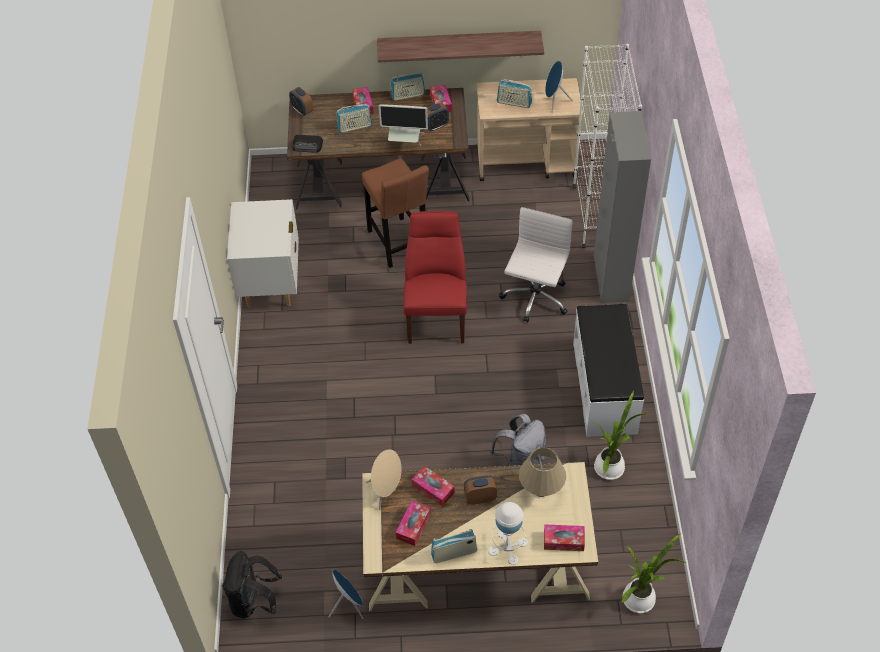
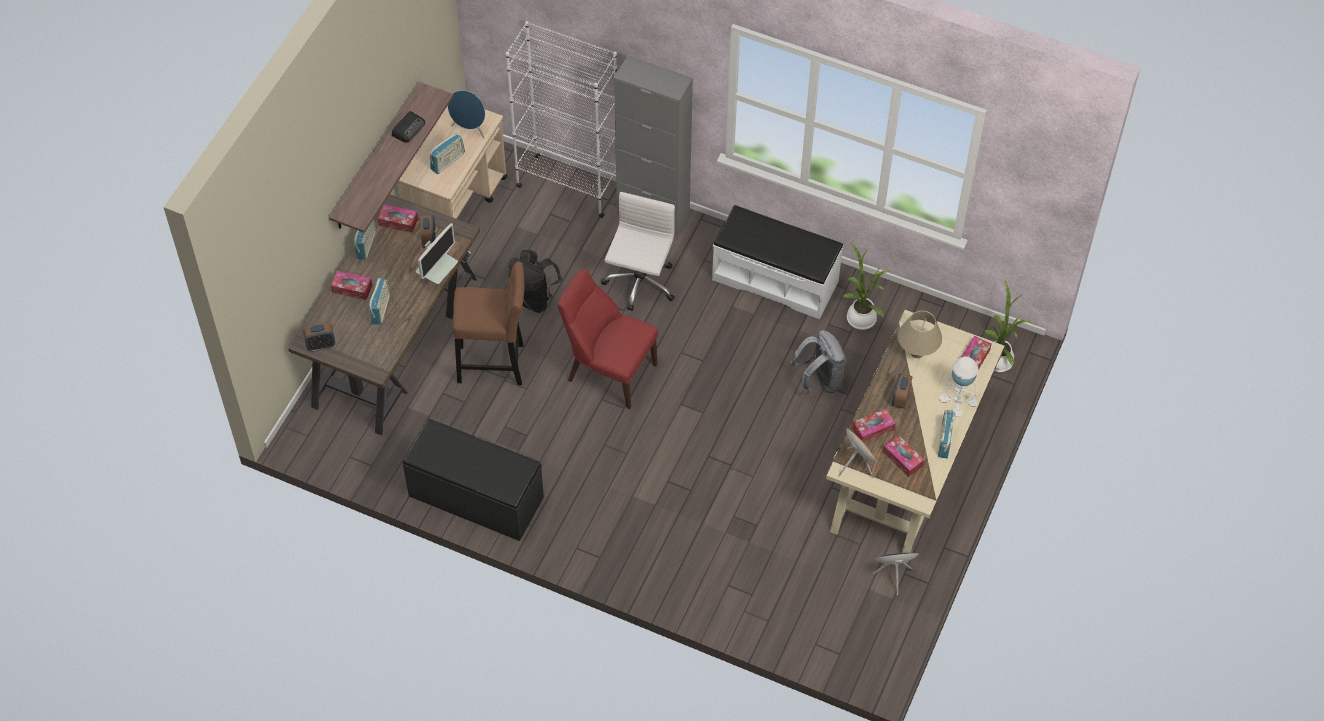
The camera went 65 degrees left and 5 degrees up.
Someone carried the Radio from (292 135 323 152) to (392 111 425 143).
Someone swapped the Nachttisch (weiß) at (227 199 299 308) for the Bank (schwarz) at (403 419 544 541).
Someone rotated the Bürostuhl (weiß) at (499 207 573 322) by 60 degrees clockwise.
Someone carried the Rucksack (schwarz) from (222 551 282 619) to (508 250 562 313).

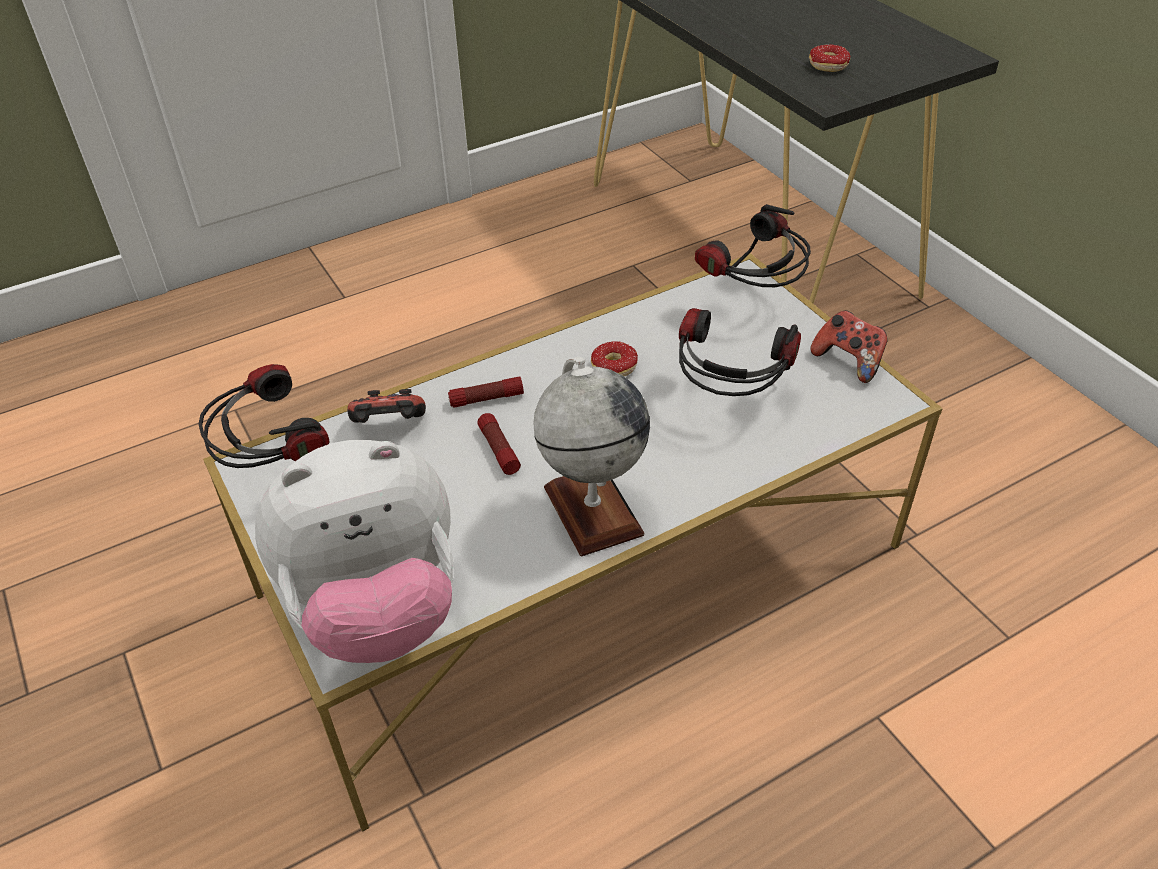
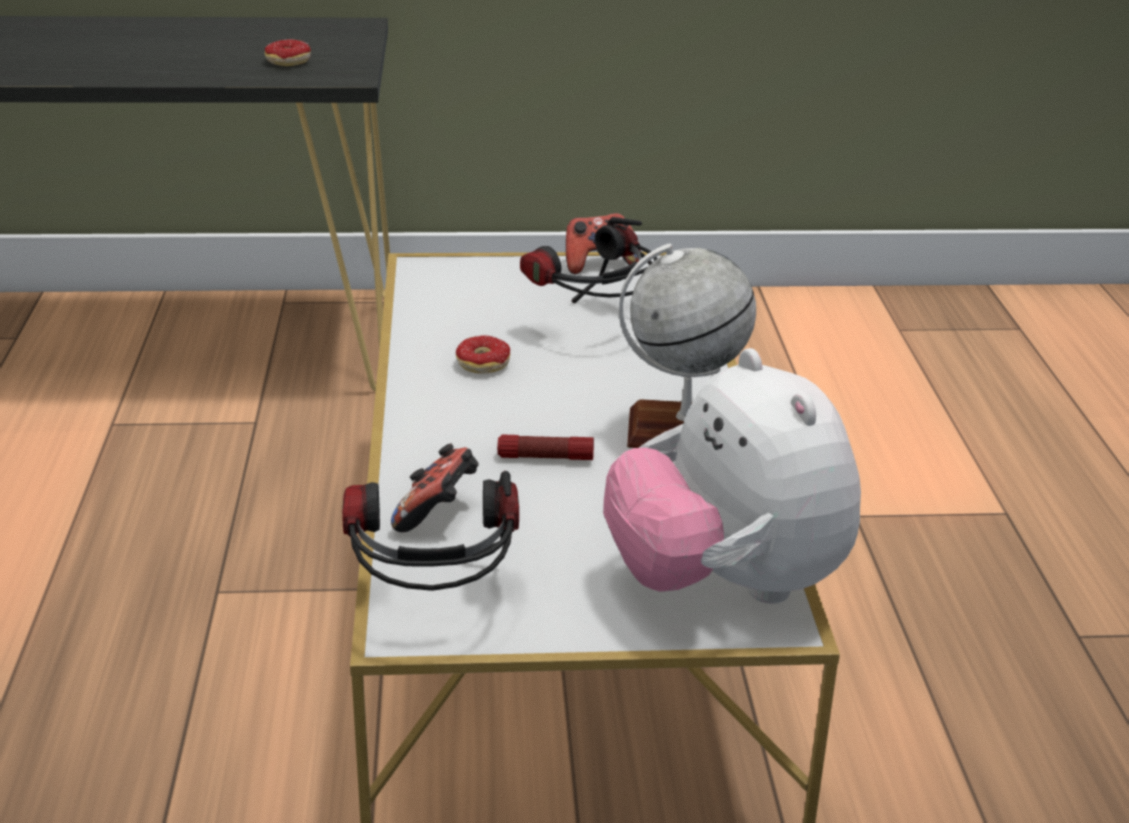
The camera went 65 degrees left and 15 degrees down.
Someone took away the Kopfhörer at (695 204 811 287).
Someone took away the Taschenlampe at (448 376 524 408).
Someone rotated the Plüschtier at (255 440 453 663) by 150 degrees clockwise.

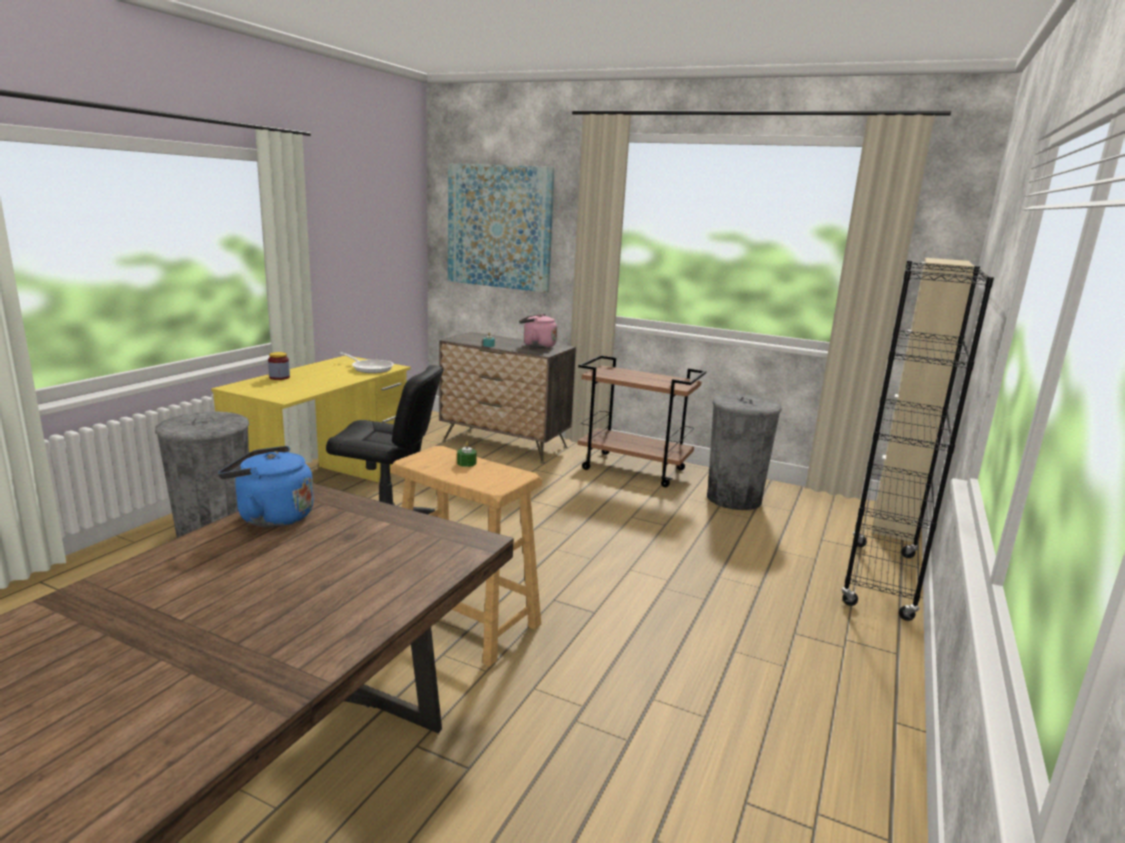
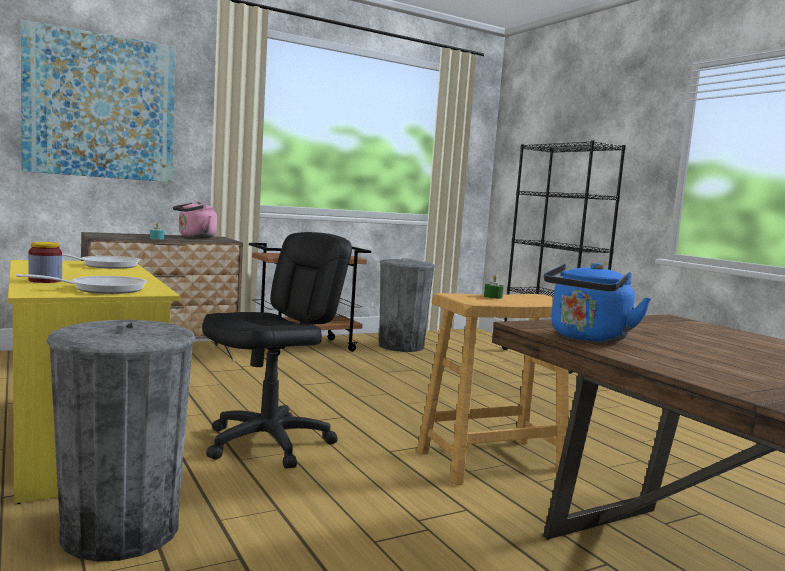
The camera went 55 degrees left and 10 degrees down.
Someone took away the Schrank (beige) at (872 258 974 542).
Someone put down the Pfanne at (16 274 147 294).

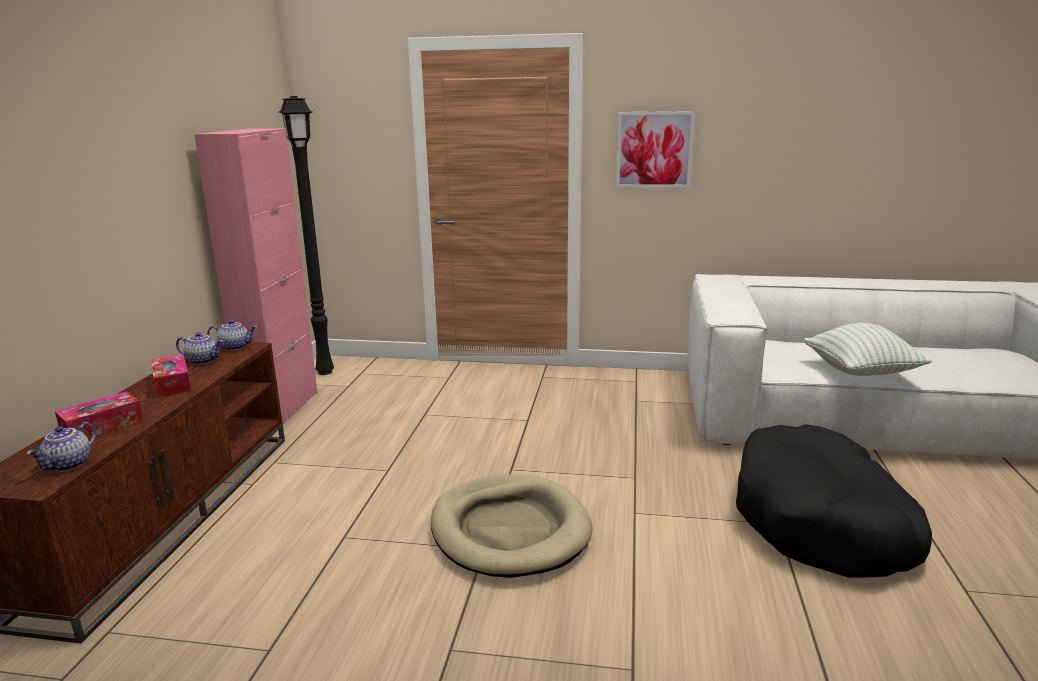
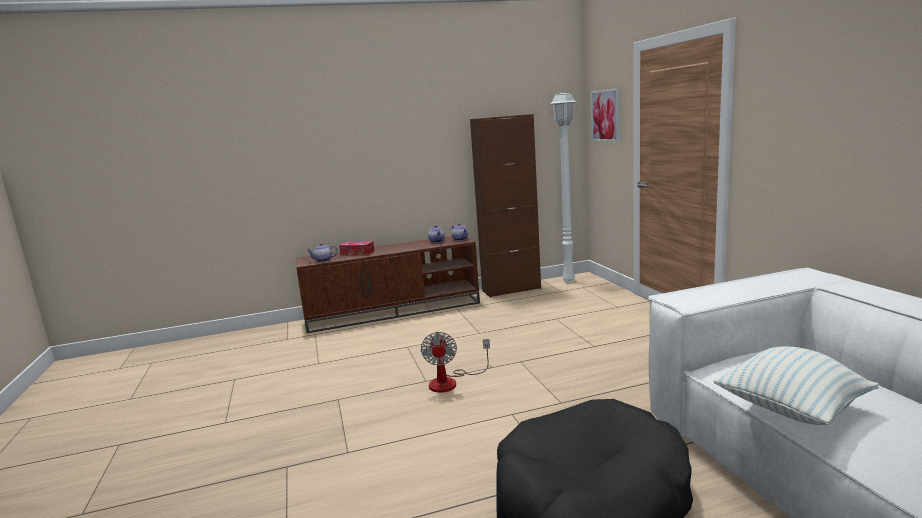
The camera went 65 degrees right and 5 degrees down.
Someone repainted the Stehlampe (schwarz) at (279 96 334 375), which became the Stehlampe (weiß) at (550 92 577 282).
Someone carried the Bild from (616 111 695 188) to (591 88 620 142).
Someone repainted the Schrank (rosa) at (194 128 317 424), which became the Schrank (braun) at (470 114 541 298).
Someone took away the Taschentuchbox at (151 354 191 397).
Someone swapped the Hundebett (beige) at (431 474 593 578) for the Ventilator at (421 332 490 393).

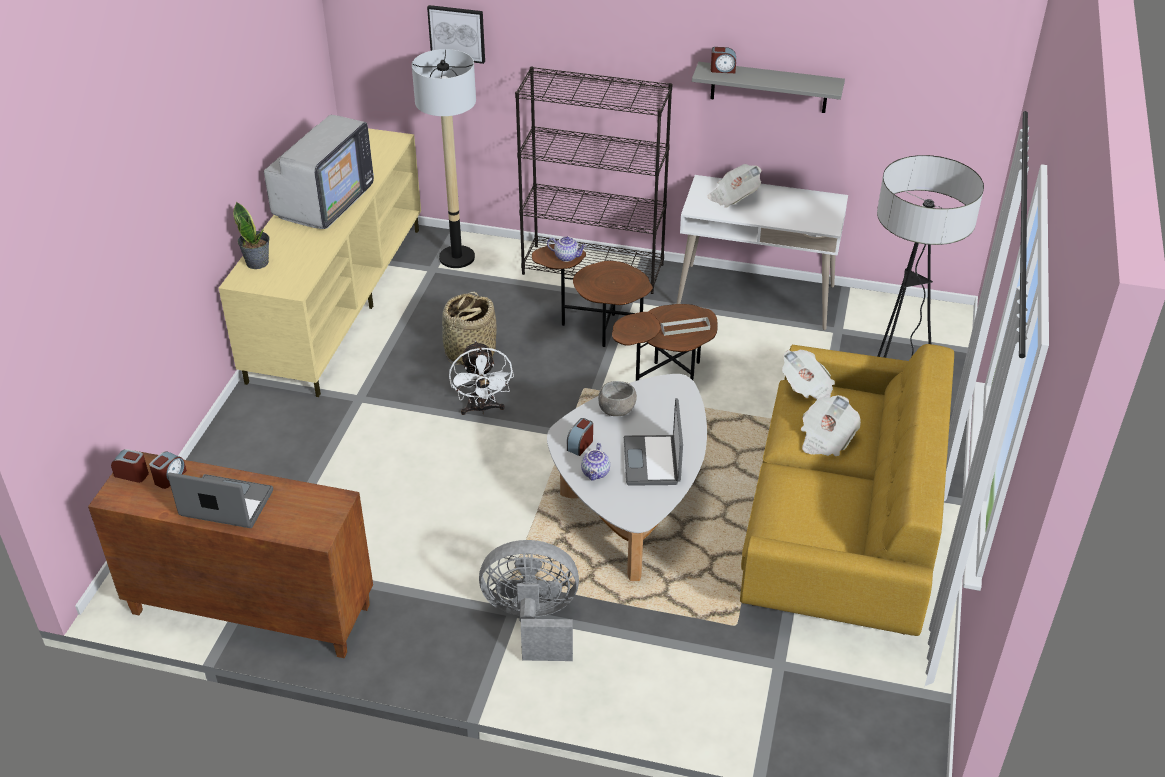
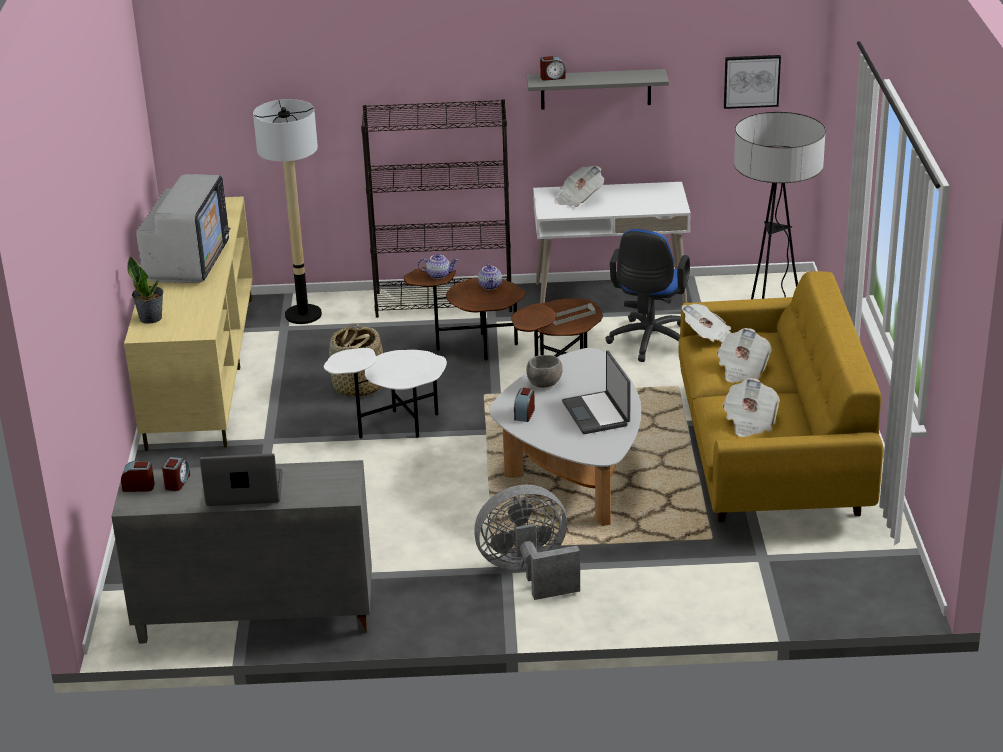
The camera went 15 degrees left and 10 degrees down.
Someone carried the Bild from (427 5 485 64) to (724 55 781 109).
Someone swapped the Ventilator (weiß) at (449 341 514 415) for the Beistelltisch (weiß) at (324 348 447 438).
Someone carried the Teekanne from (581 443 610 481) to (478 262 502 290).
Someone repainted the Schrank (braun) at (88 451 373 658), which became the Schrank (grau) at (111 460 372 644).
Someone put down the Bürostuhl (blau) at (605 229 690 362).
Someone put down the Zeitung at (723 378 780 437).

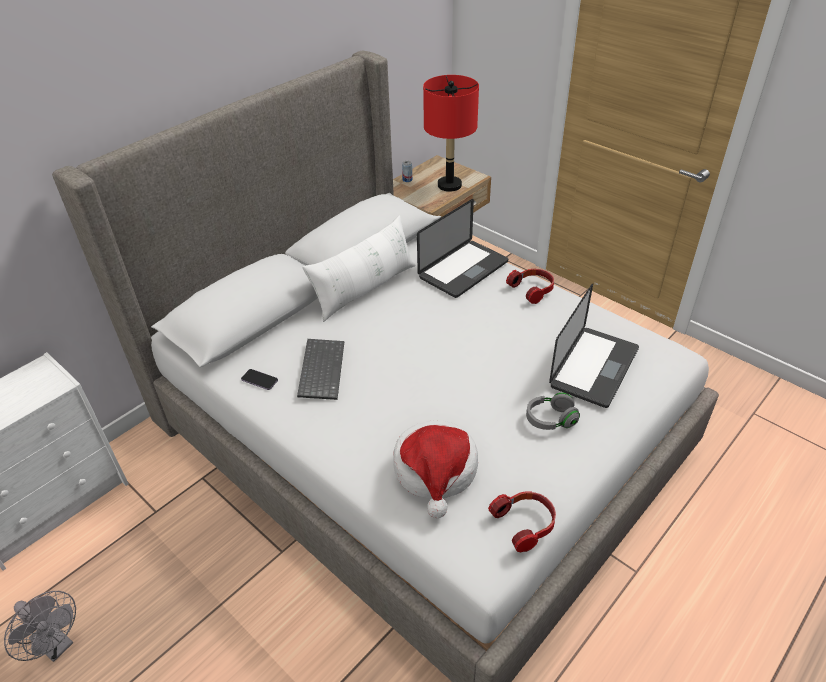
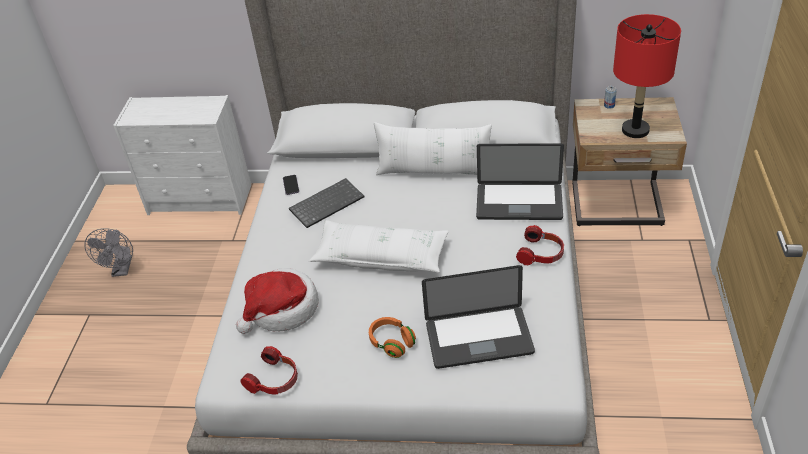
The camera went 55 degrees right and 0 degrees up.
Someone repainted the Kopfhörer (grau) at (526 393 580 430), which became the Kopfhörer (orange) at (369 317 416 358).
Someone put down the Kissen (weiß) at (309 220 449 273).

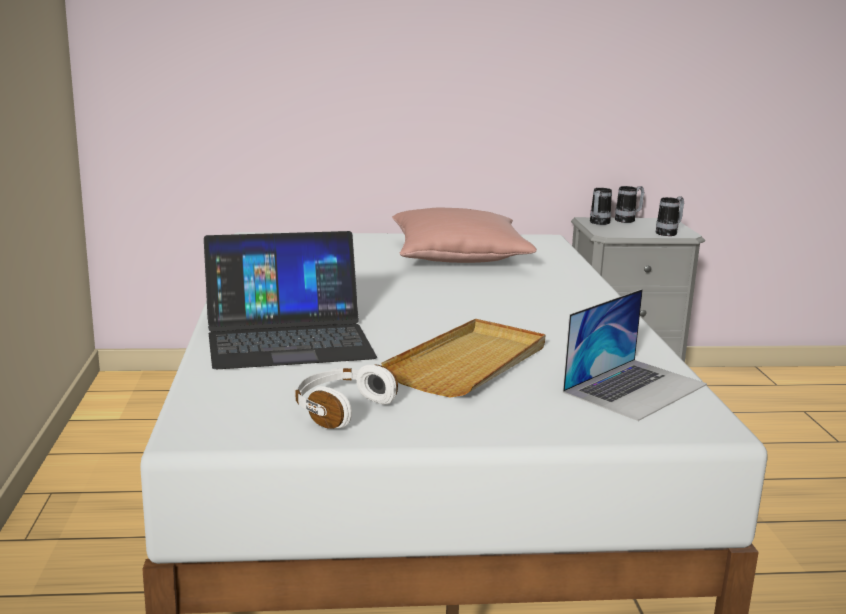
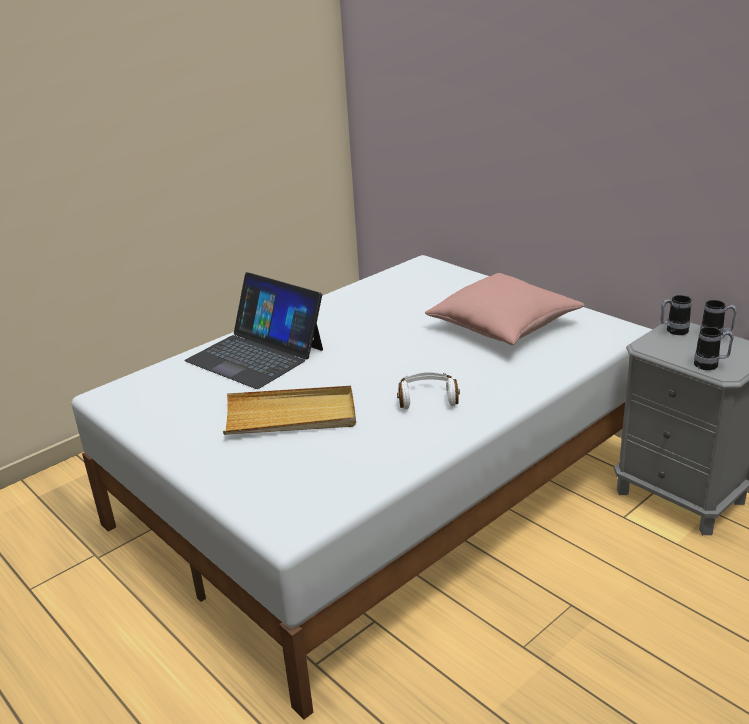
The camera went 55 degrees right and 10 degrees up.
Someone took away the Laptop at (563 289 707 421).
Someone carried the Kopfhörer (weiß) from (293 365 398 429) to (397 372 460 410).

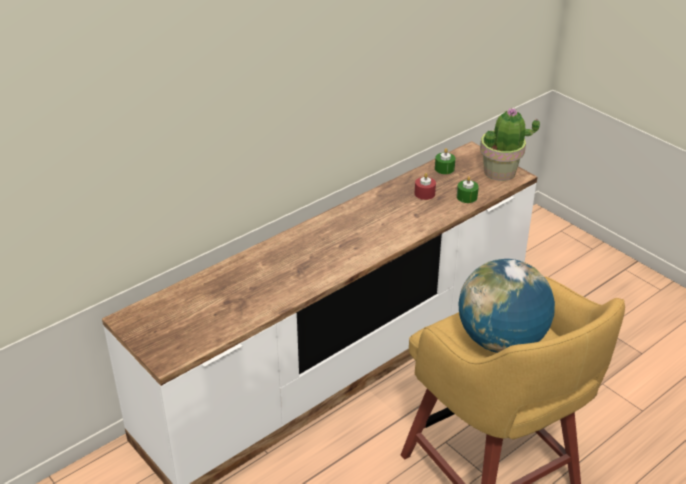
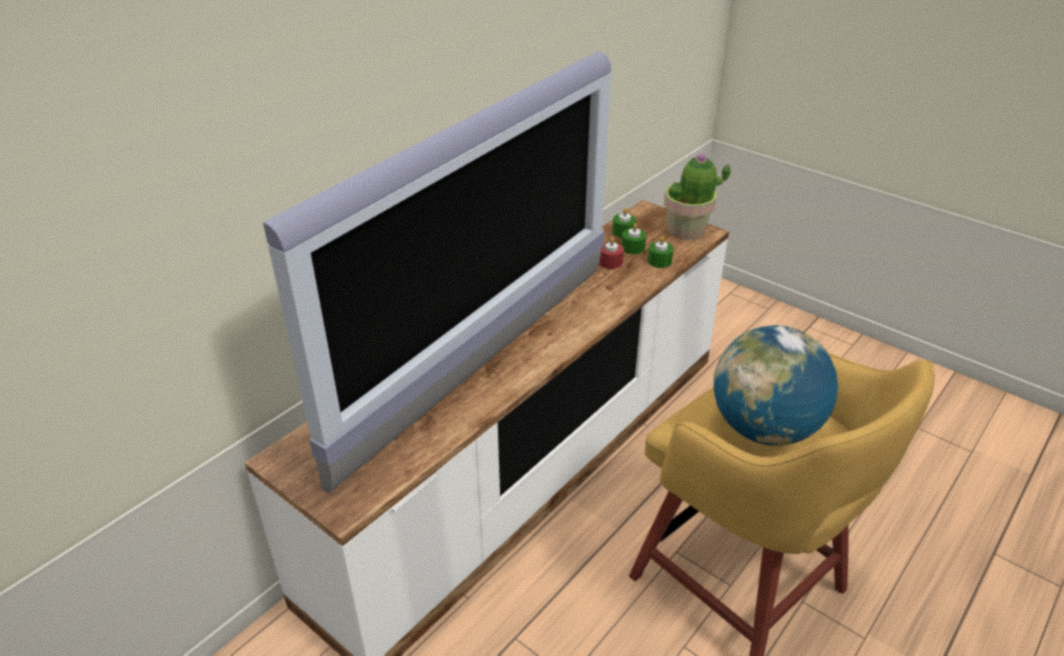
The camera went 10 degrees left and 0 degrees up.
Someone put down the Fernseher at (263 51 611 494).
Someone put down the Kerze (grün) at (622 223 646 254).

